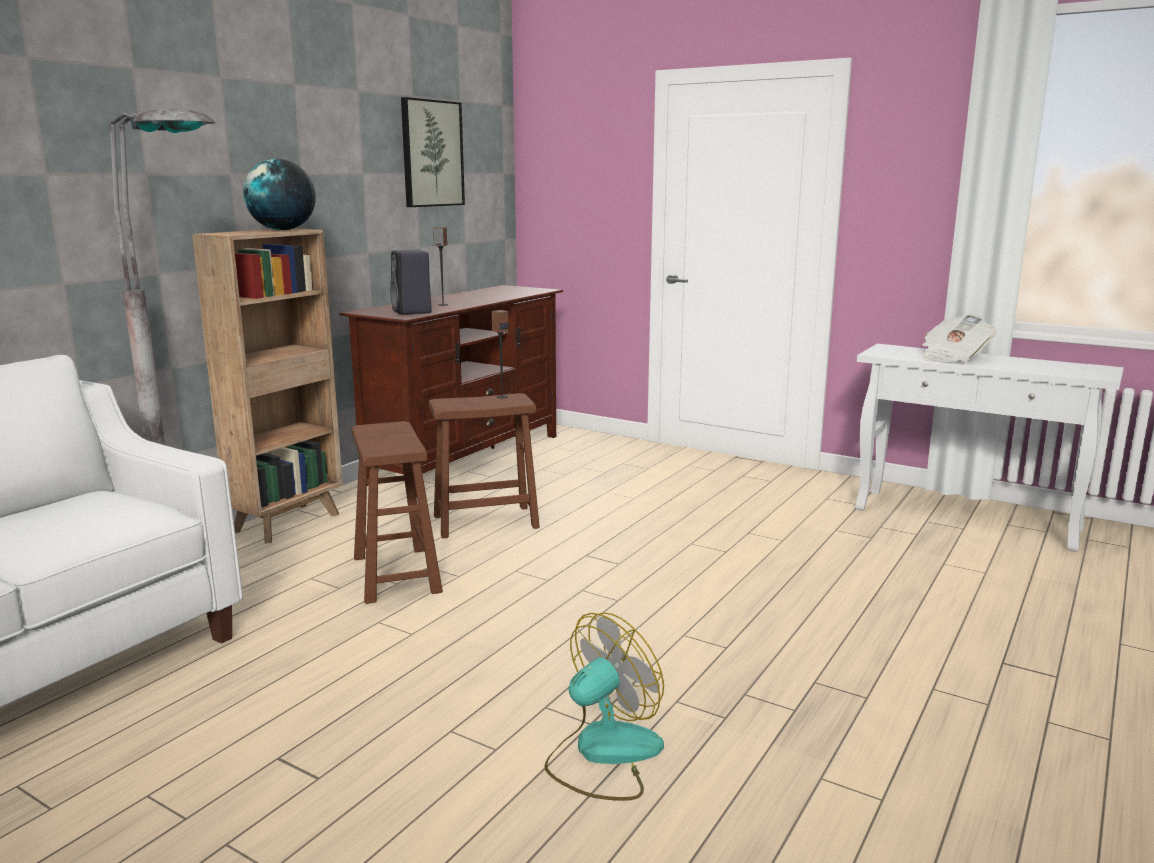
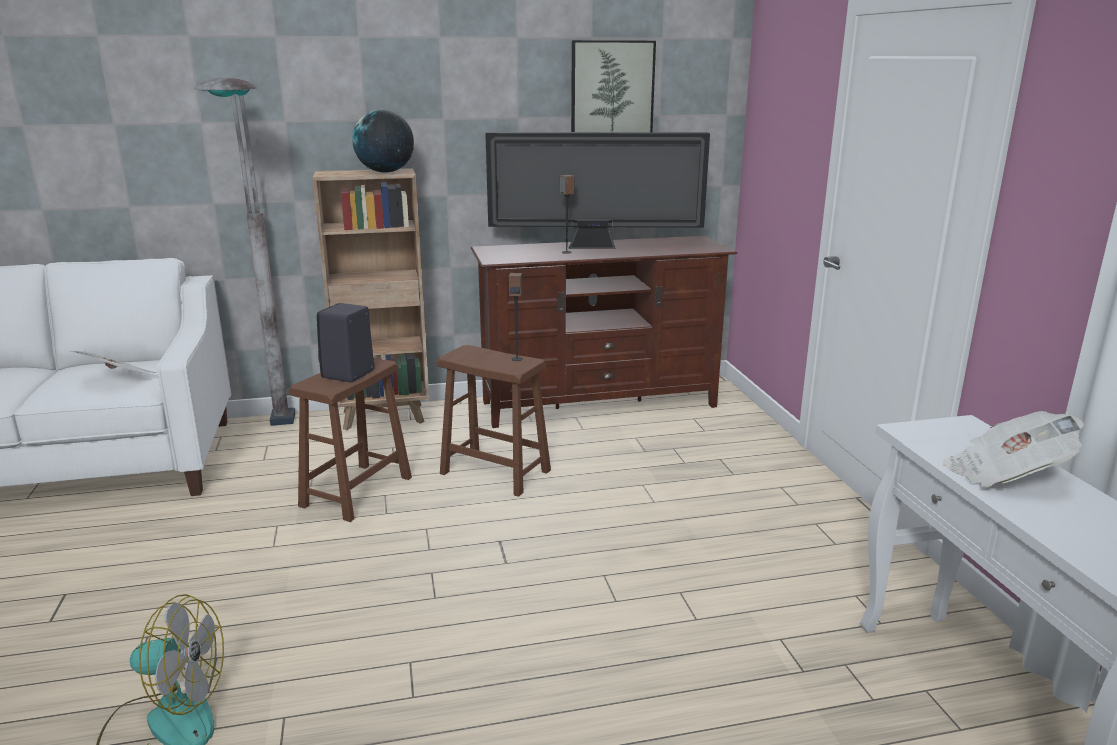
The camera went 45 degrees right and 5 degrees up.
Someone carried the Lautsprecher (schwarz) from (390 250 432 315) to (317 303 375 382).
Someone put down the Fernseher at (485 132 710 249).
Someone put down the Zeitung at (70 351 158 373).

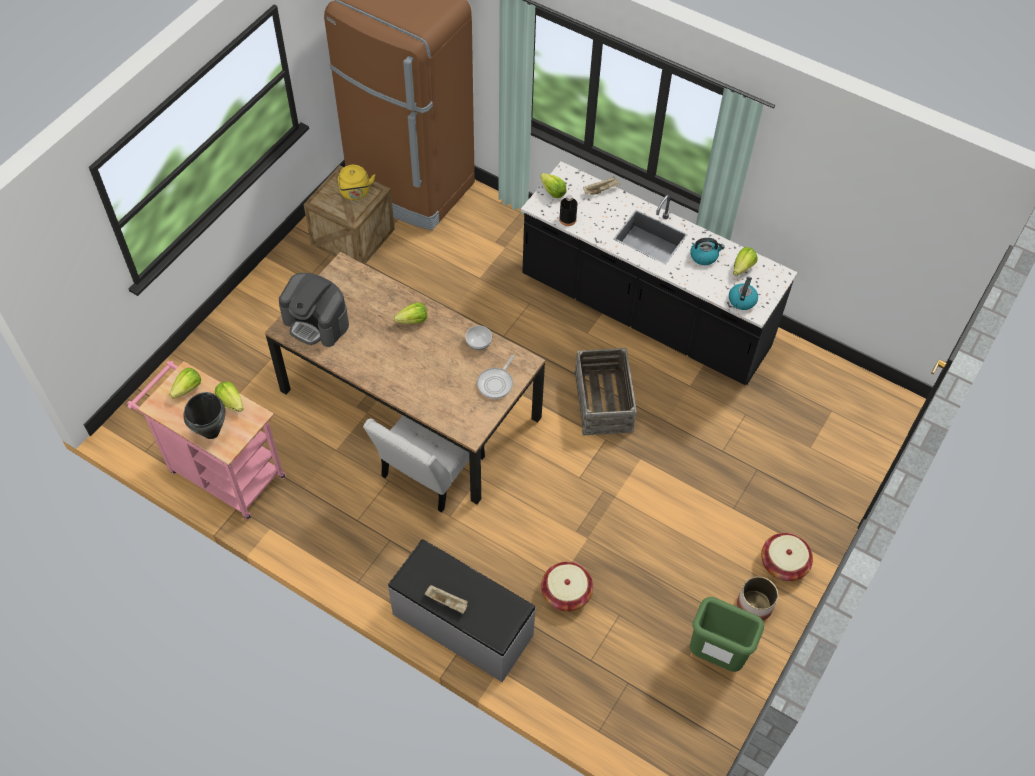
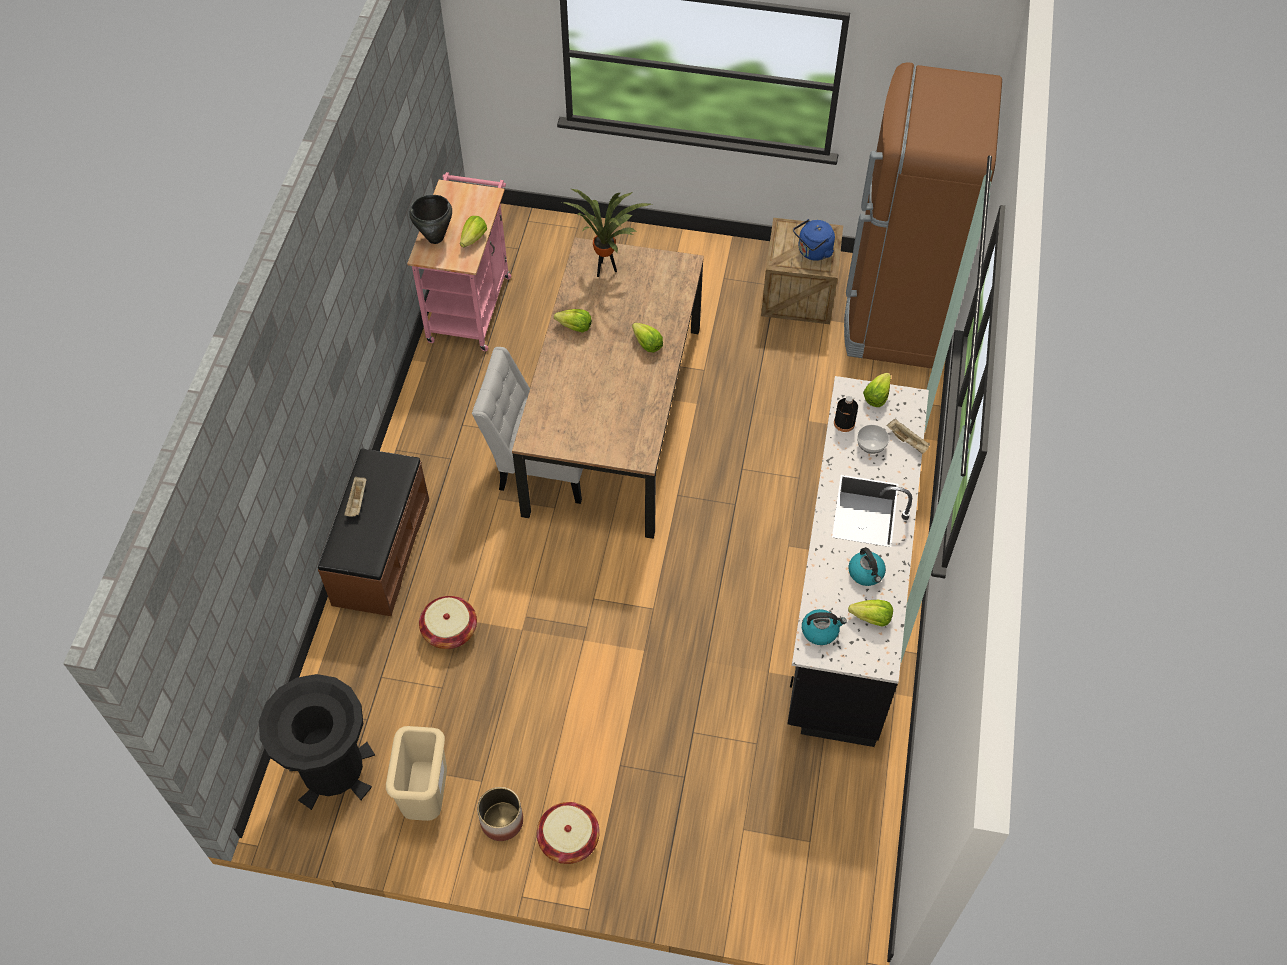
The camera went 70 degrees right and 0 degrees up.
Someone repainted the Wasserkessel (gelb) at (338 165 375 200), which became the Wasserkessel (blau) at (793 219 835 261).
Someone swapped the Kaffeemaschine at (279 273 349 347) for the Topfpflanze at (562 189 651 277).
Someone carried the Schüssel from (465 326 492 350) to (857 425 889 454).
Someone took away the Kiste at (574 348 637 436).
Someone took away the Pfanne at (477 355 515 399).
Someone carried the Salatkopf from (169 368 201 399) to (554 309 592 333).
Someone repainted the Bank (grau) at (388 539 536 682), which became the Bank (braun) at (318 449 429 616).
Someone repainted the Mülleimer (grün) at (690 597 764 672), which became the Mülleimer (beige) at (386 726 447 821).
Someone put down the Mülleimer (schwarz) at (259 674 375 810).

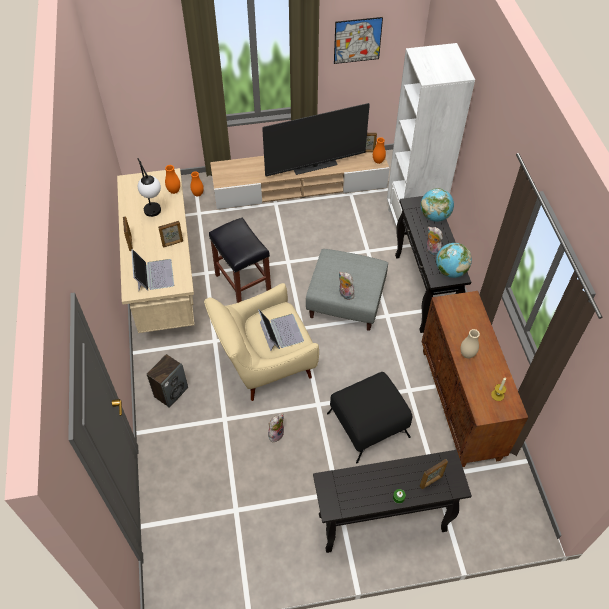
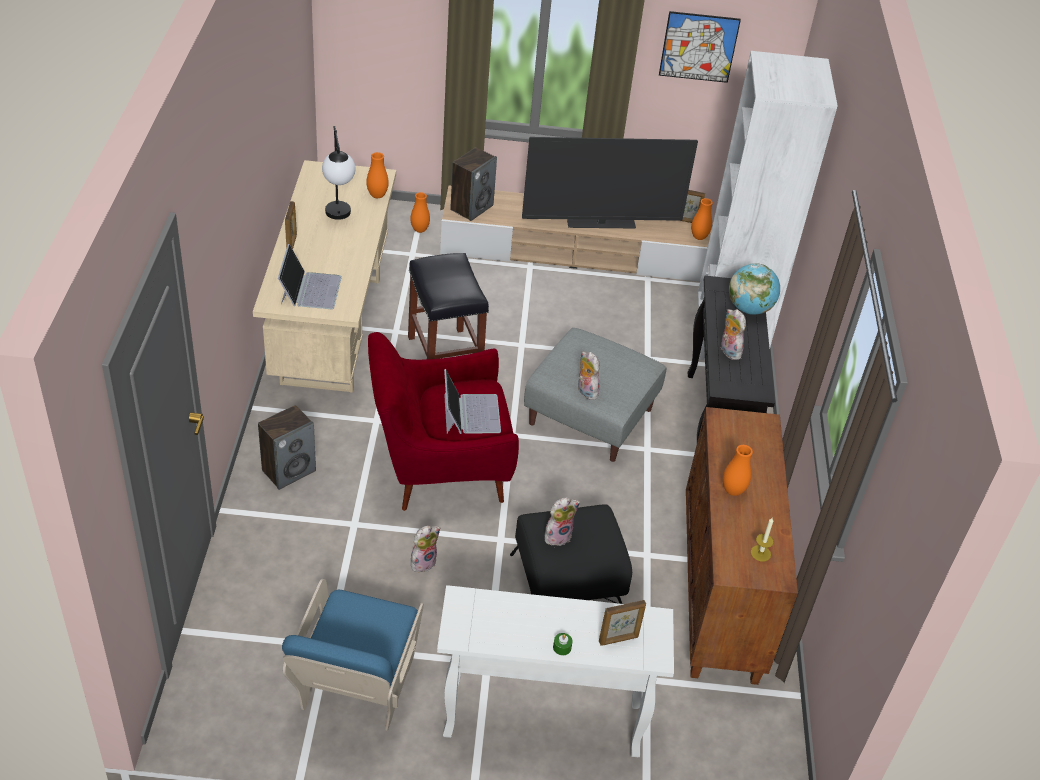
The camera went 10 degrees right and 10 degrees down.
Someone took away the Bilderrahmen at (158 221 183 247).
Someone took away the Globus at (436 243 472 278).
Someone repainted the Sessel (beige) at (204 283 319 401), which became the Sessel (rot) at (368 332 519 511).
Someone repainted the Vase (beige) at (460 329 480 359), which became the Vase (orange) at (723 445 753 496).
Someone repainted the Konsolentisch (schwarz) at (313 450 472 553), which became the Konsolentisch (weiß) at (437 585 674 757).
Someone put down the Lautsprecher at (450 147 497 221).
Someone put down the Plüschtier at (545 497 580 546).
Someone put down the Sessel (blau) at (282 579 424 731).

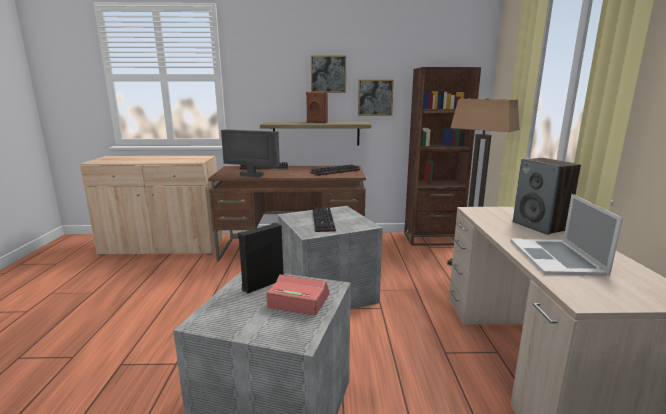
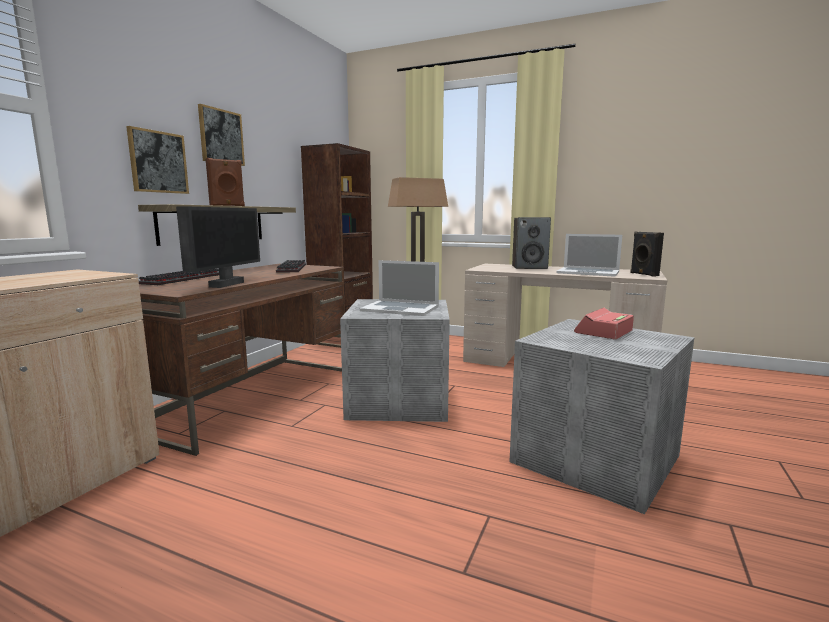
The camera went 65 degrees left and 5 degrees down.
Someone carried the Bild from (358 80 394 116) to (126 126 189 194).
Someone rotated the Monitor at (221 129 280 177) by 150 degrees clockwise.
Someone swapped the Tastatur at (313 207 336 232) for the Laptop at (360 260 439 316).
Someone carried the Lautsprecher (schwarz) from (238 222 284 293) to (630 232 664 277).

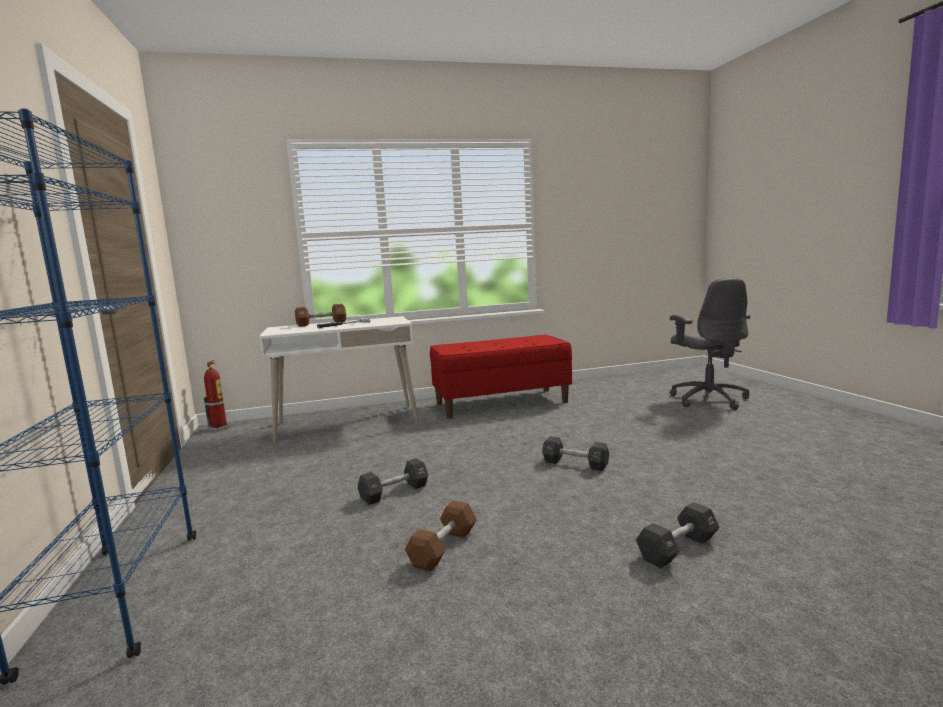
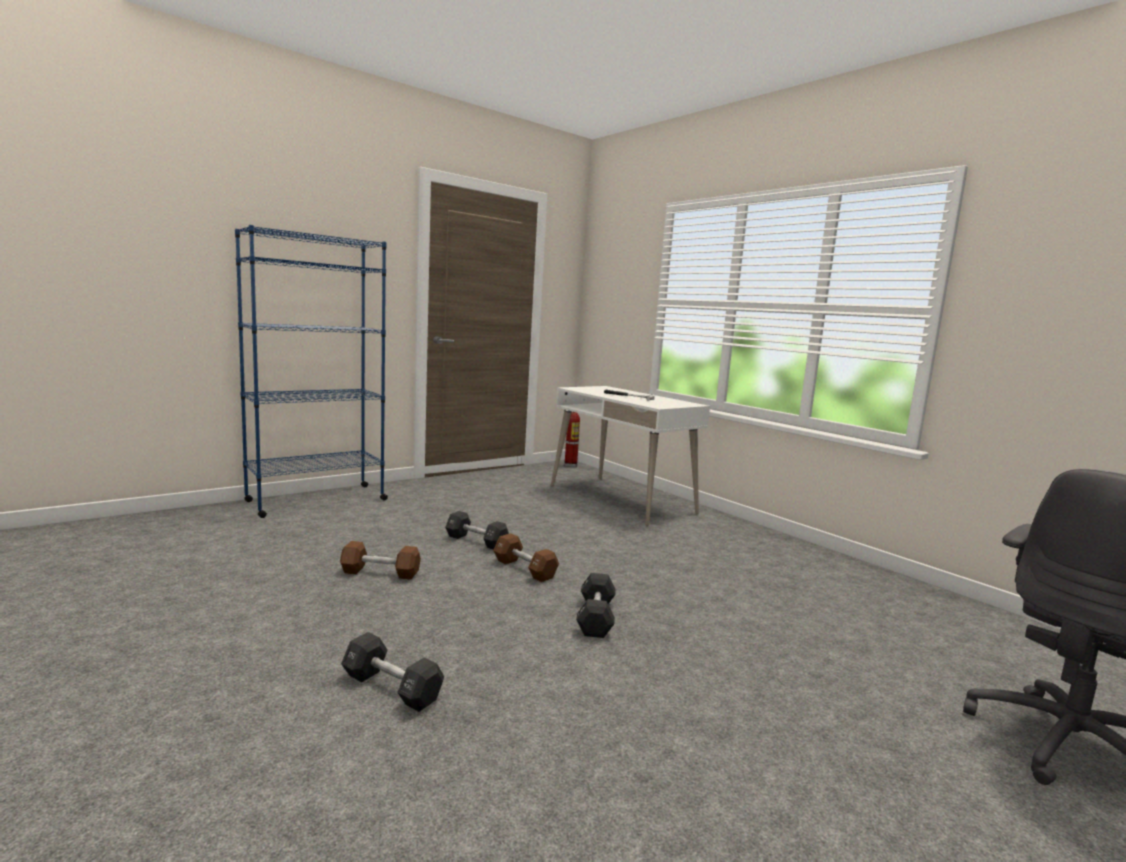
The camera went 65 degrees right and 0 degrees up.
Someone carried the Hantel (braun) from (295 304 346 327) to (493 533 559 582).
Someone took away the Bank (rot) at (430 335 572 418).

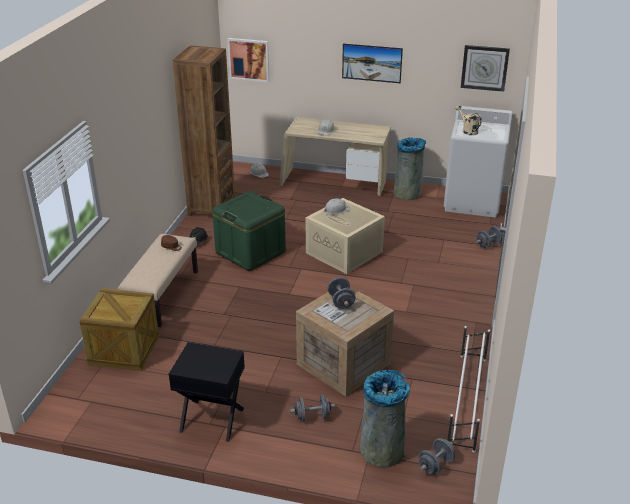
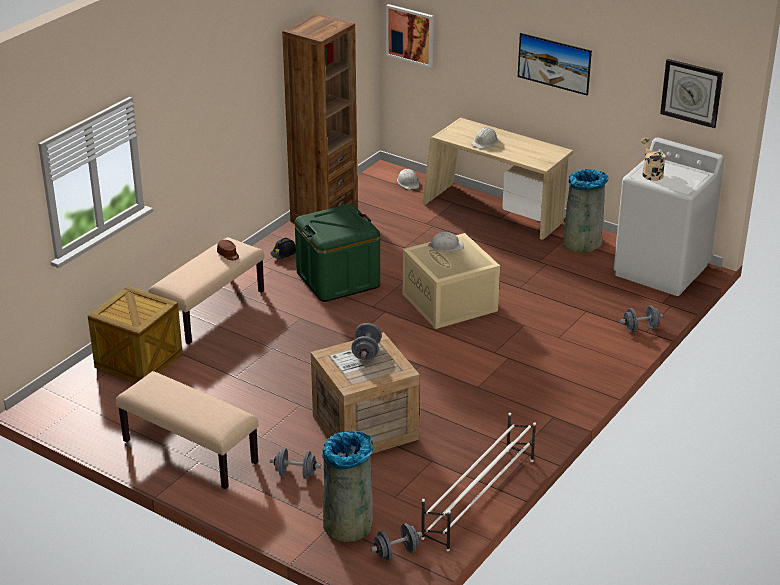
The camera went 20 degrees right and 0 degrees up.
Someone swapped the Nachttisch (schwarz) at (169 342 245 442) for the Bank (beige) at (116 371 258 489).

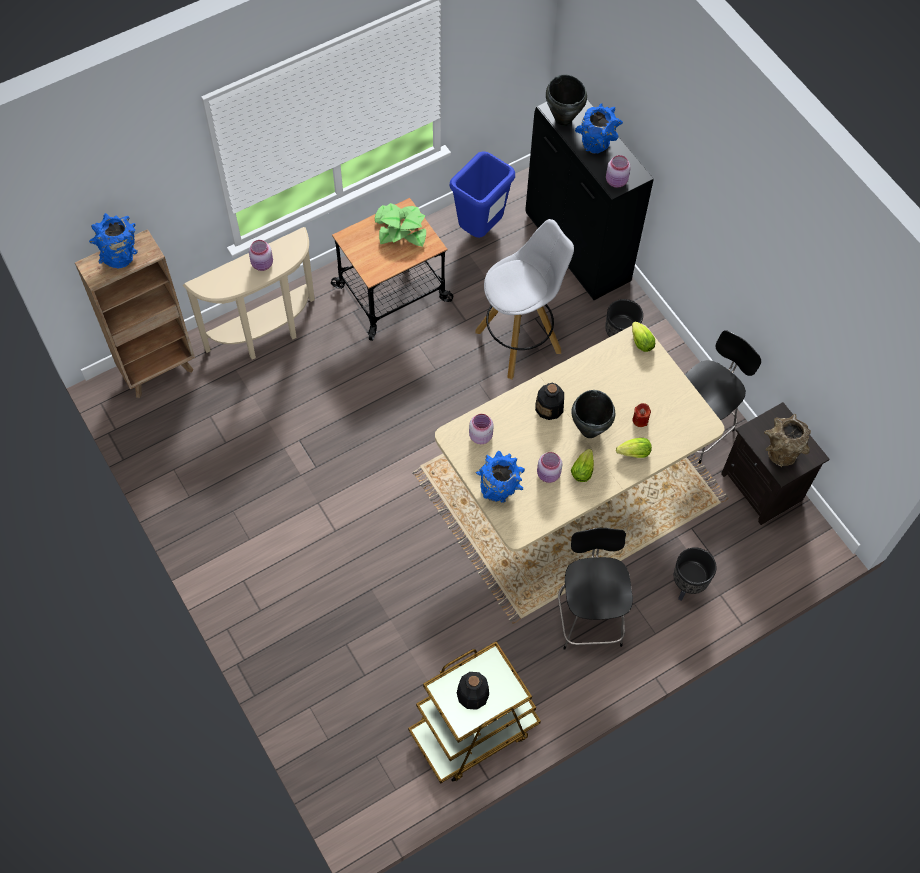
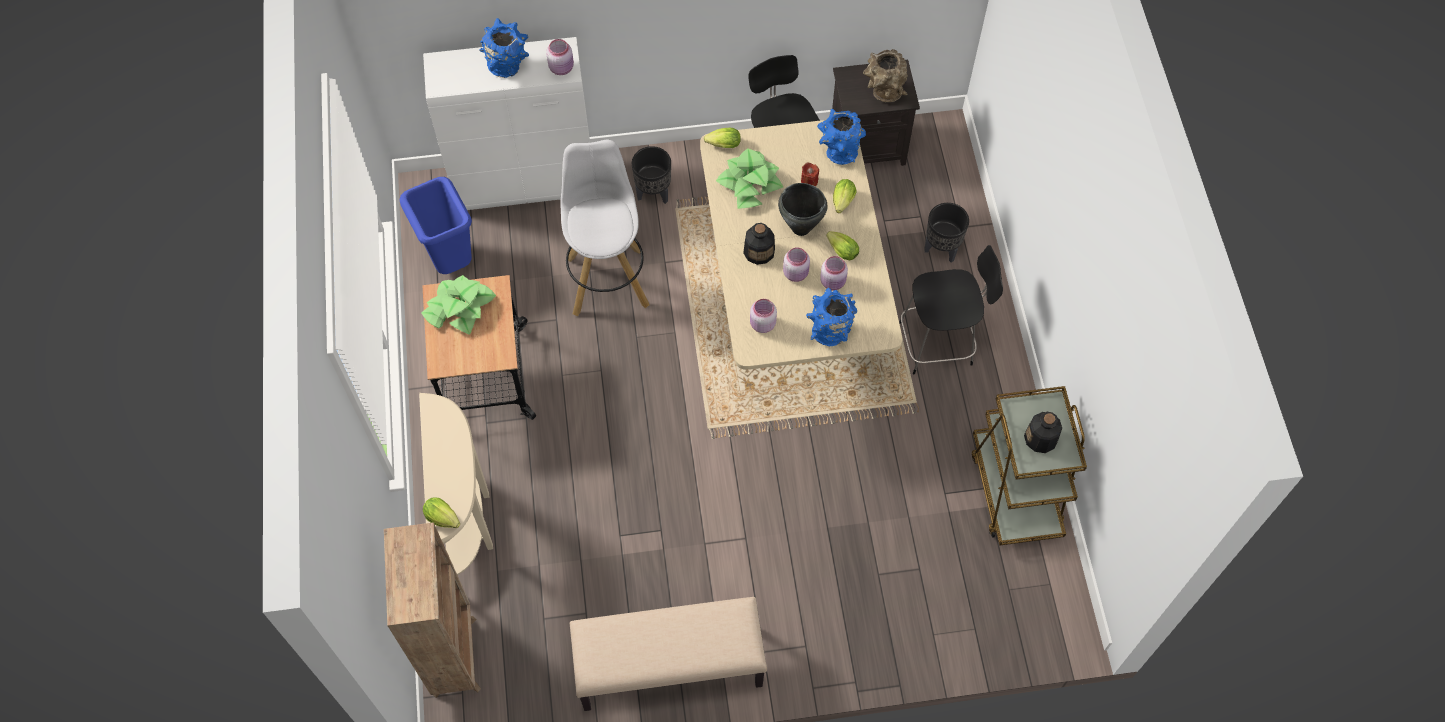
The camera went 65 degrees left and 0 degrees up.
Someone took away the Kochtopf (schwarz) at (546 74 587 126).
Someone repainted the Schrank (schwarz) at (525 100 654 300), which became the Schrank (weiß) at (423 37 590 210).
Someone carried the Vase (blau) from (89 213 138 268) to (817 109 866 165).
Someone carried the Vorratsglas (rosa) from (249 240 273 271) to (783 247 810 282).
Someone rotated the Stuhl (schwarz) at (558 528 633 650) by 150 degrees clockwise.
Someone put down the Topfpflanze at (716 148 783 209).
Someone put down the Salatkopf at (423 498 460 528).
Someone put down the Bank (beige) at (570 597 767 711).

